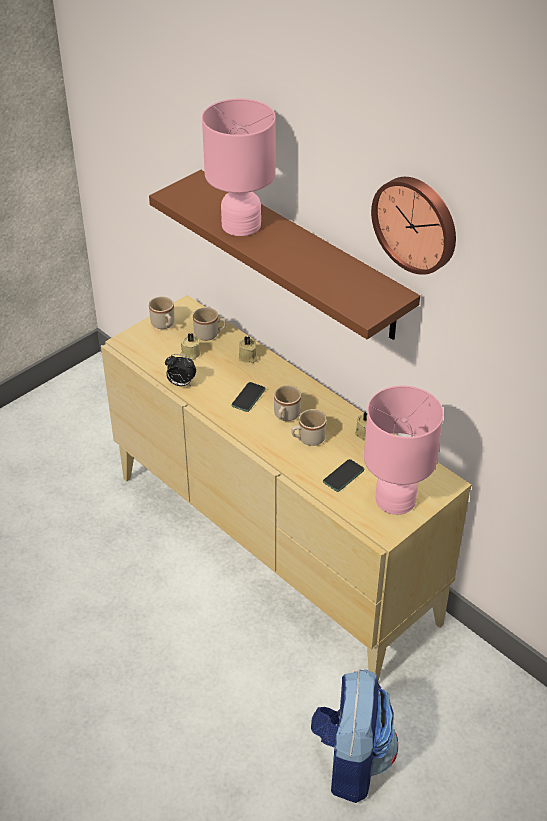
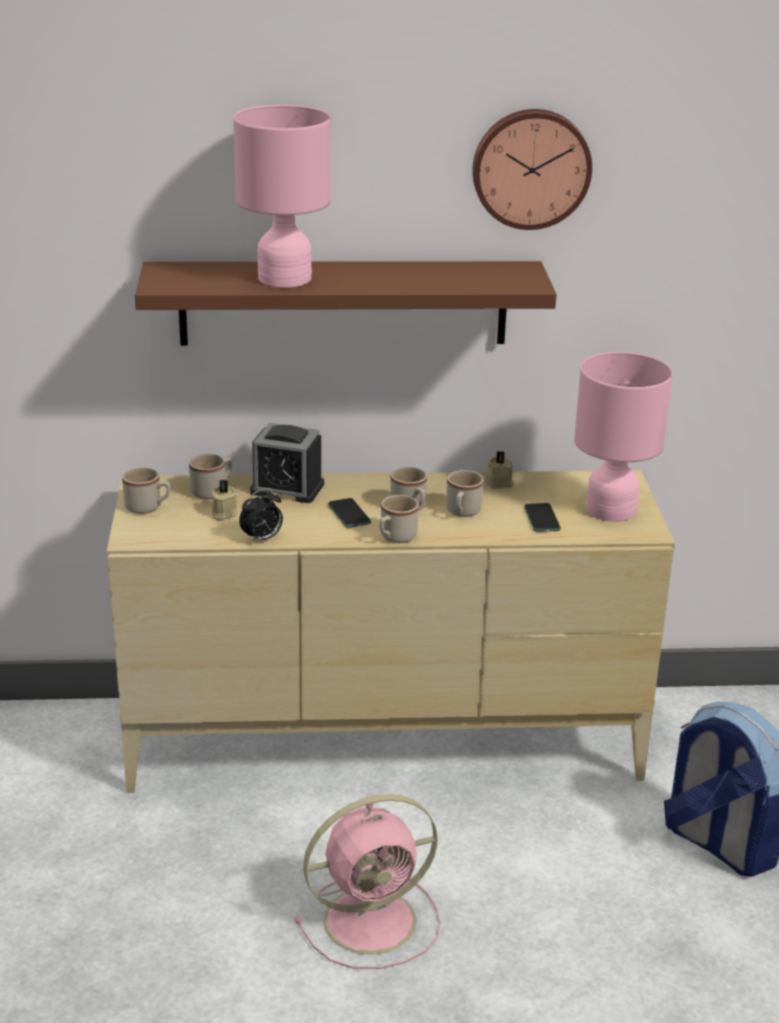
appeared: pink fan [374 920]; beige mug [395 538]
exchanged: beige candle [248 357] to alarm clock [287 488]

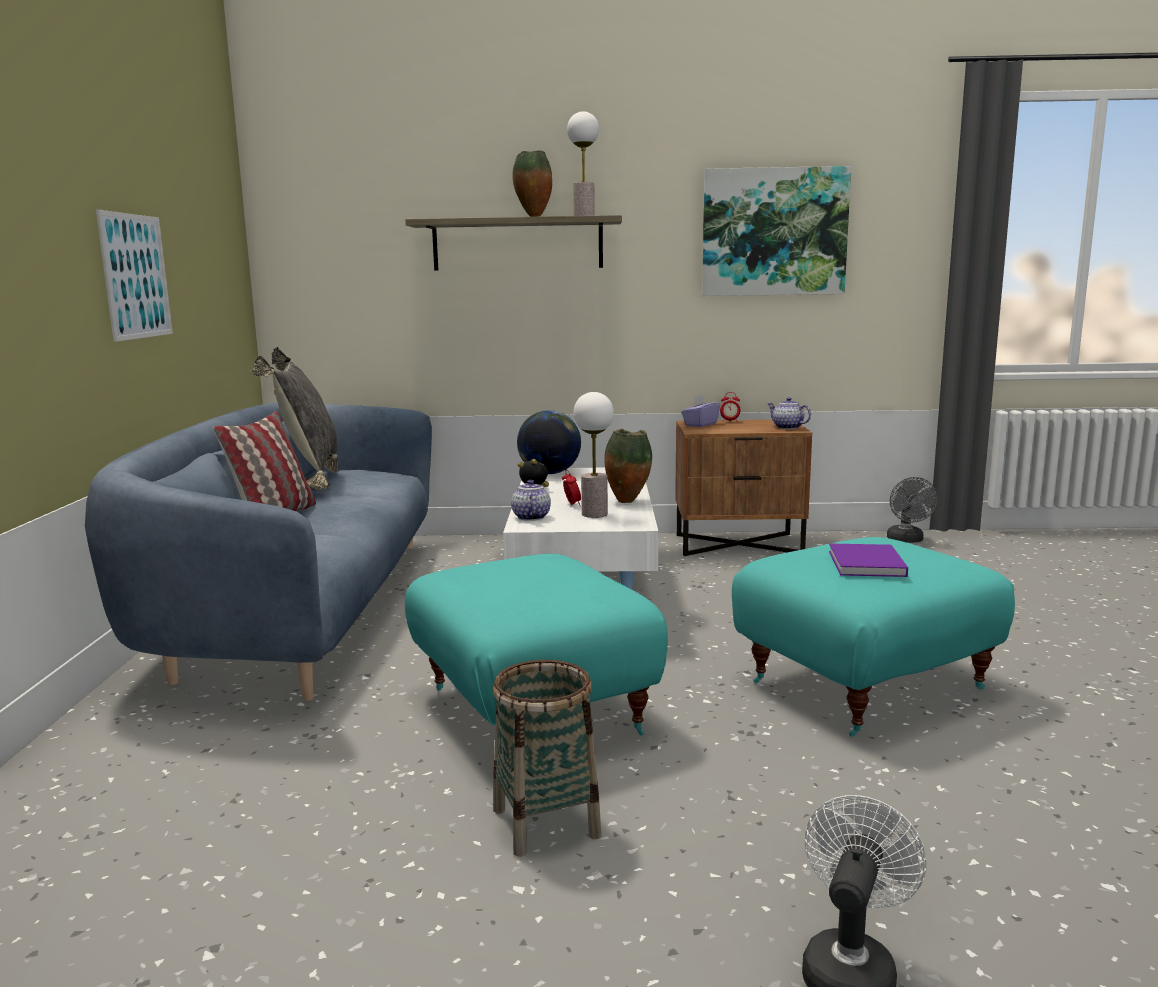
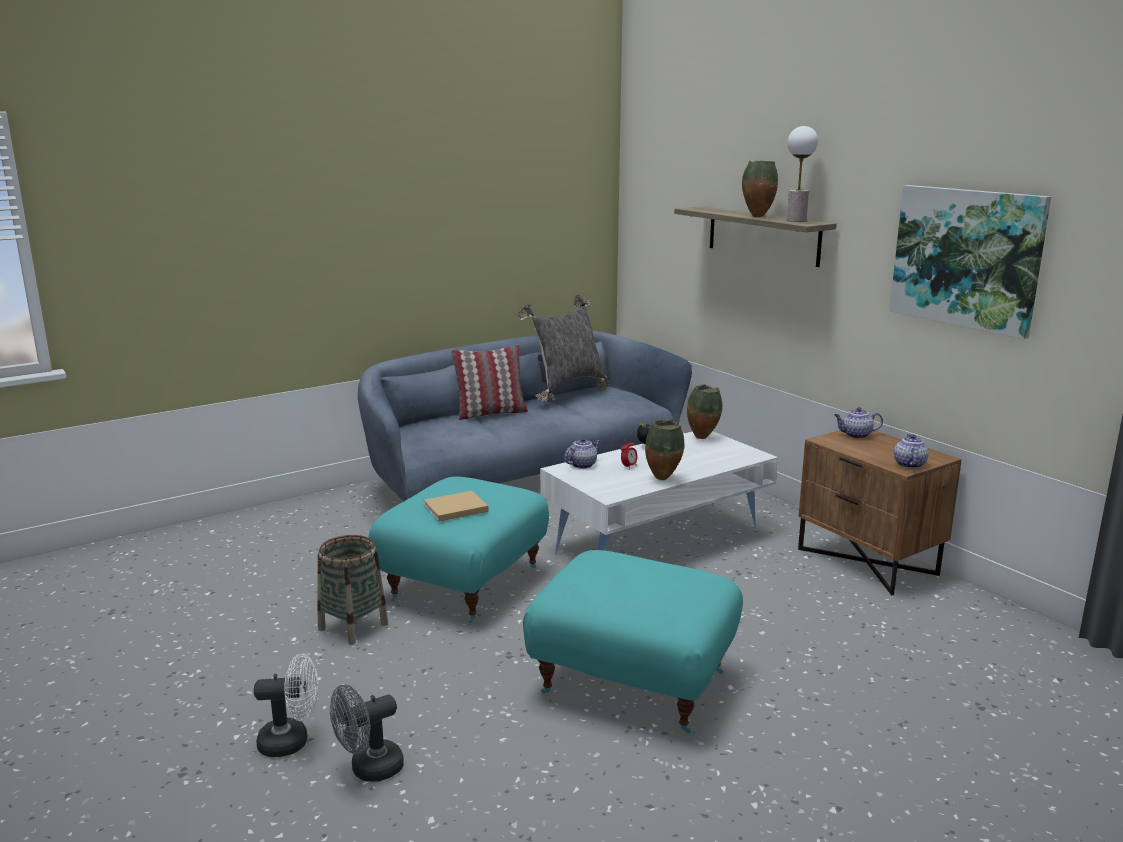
missing: picture [136 276]; table lamp [594 514]; alarm clock [730 421]; purple book [867 564]
appeared: beige book [454 509]
relocated: grey fan [907 540] to [369 769]
exchanged: globe [549 473] to vase [703 438]; purple tissue box [700 424] to teapot [856 435]

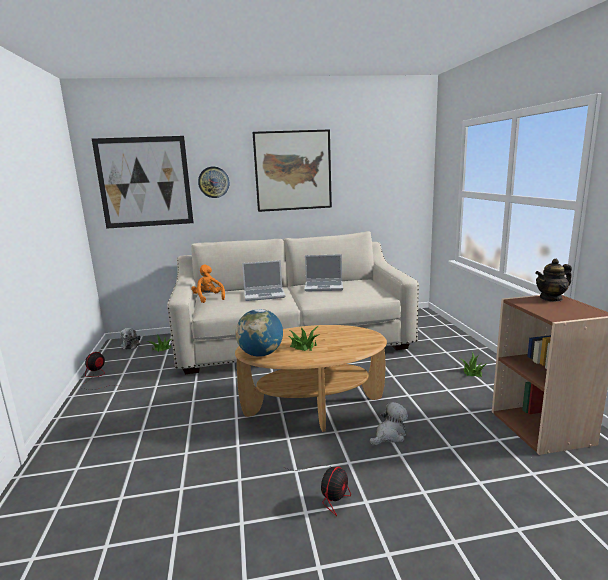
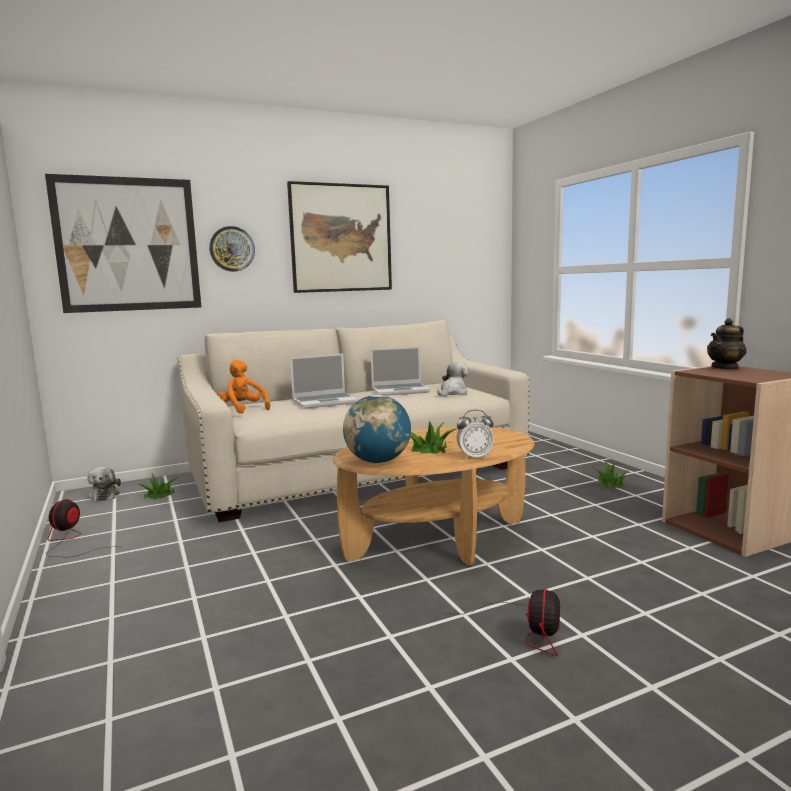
appeared: alarm clock [475 457]
relocated: plush toy [389 435] to [452 393]

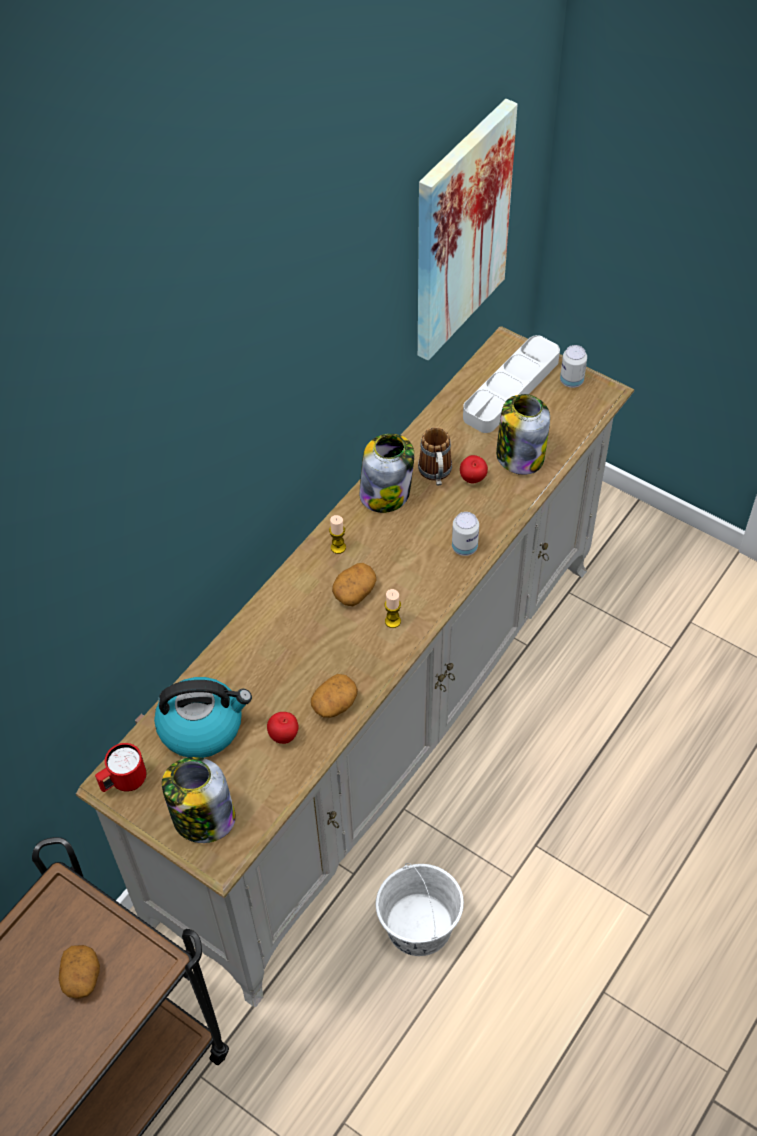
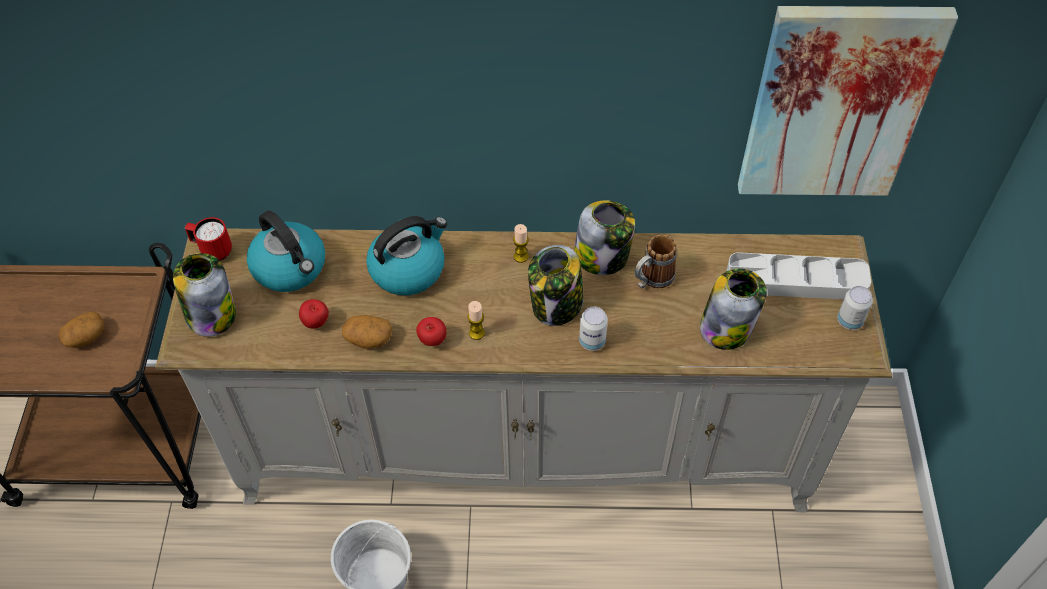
missing: potato [354 591]
appeared: kettle [408 269]; jar [556 305]
relocated: apple [473 479] to [432 341]

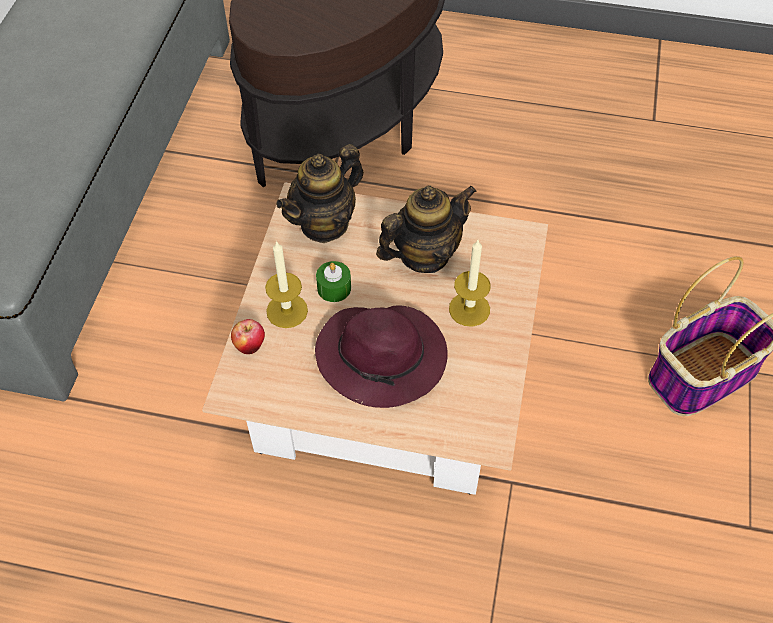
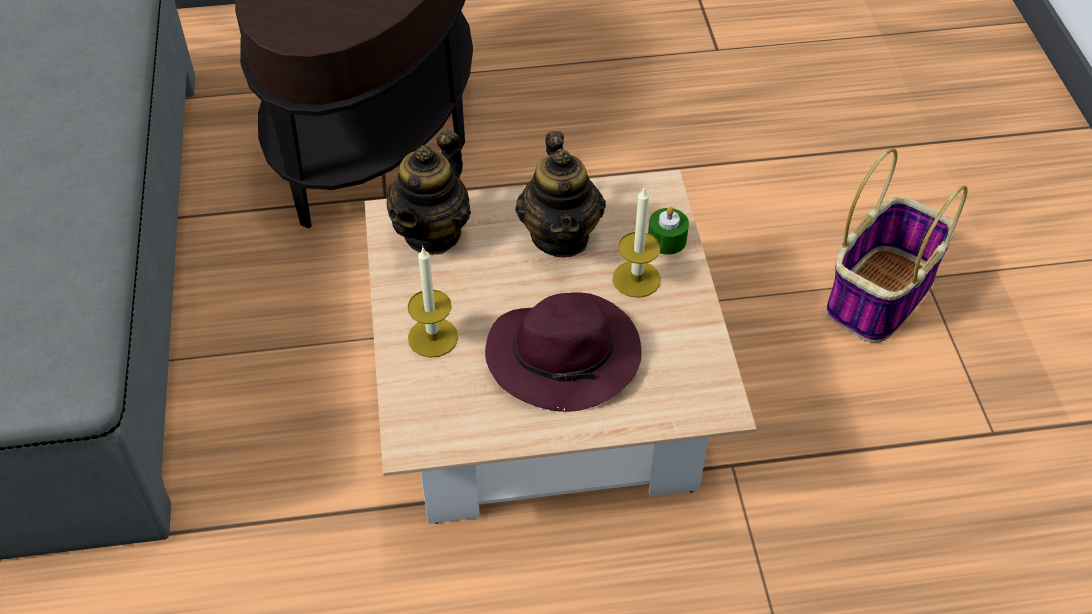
missing: apple [250 346]
relocated: green candle [334 288] to [667 240]
spun: teapot [424 255] = [561 236] 135 degrees clockwise

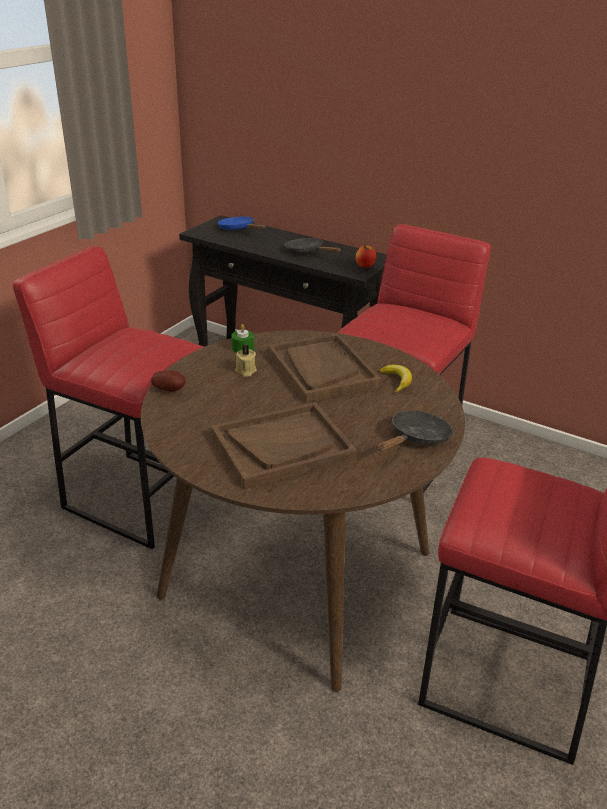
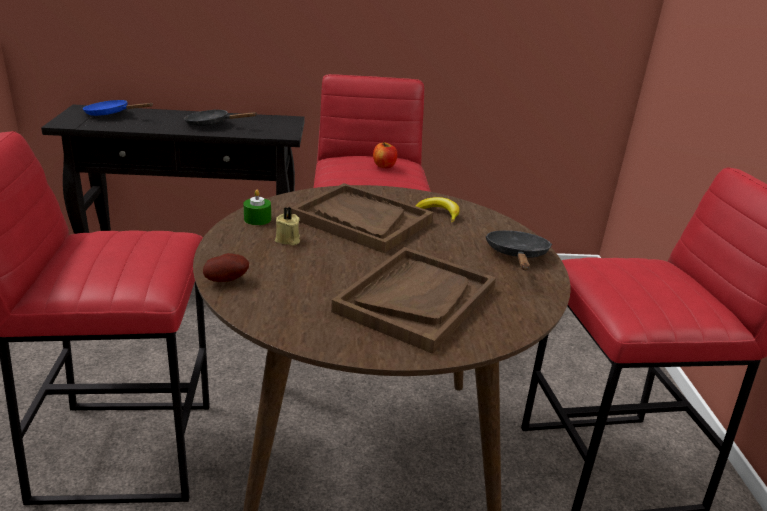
relocated: apple [365 265] to [384 166]

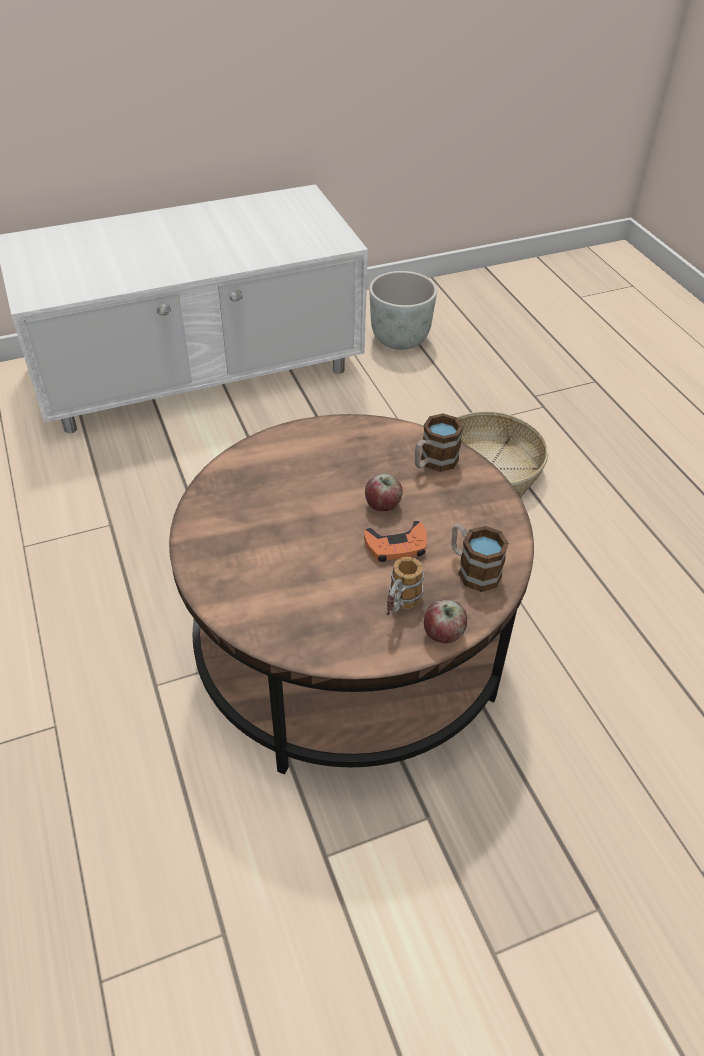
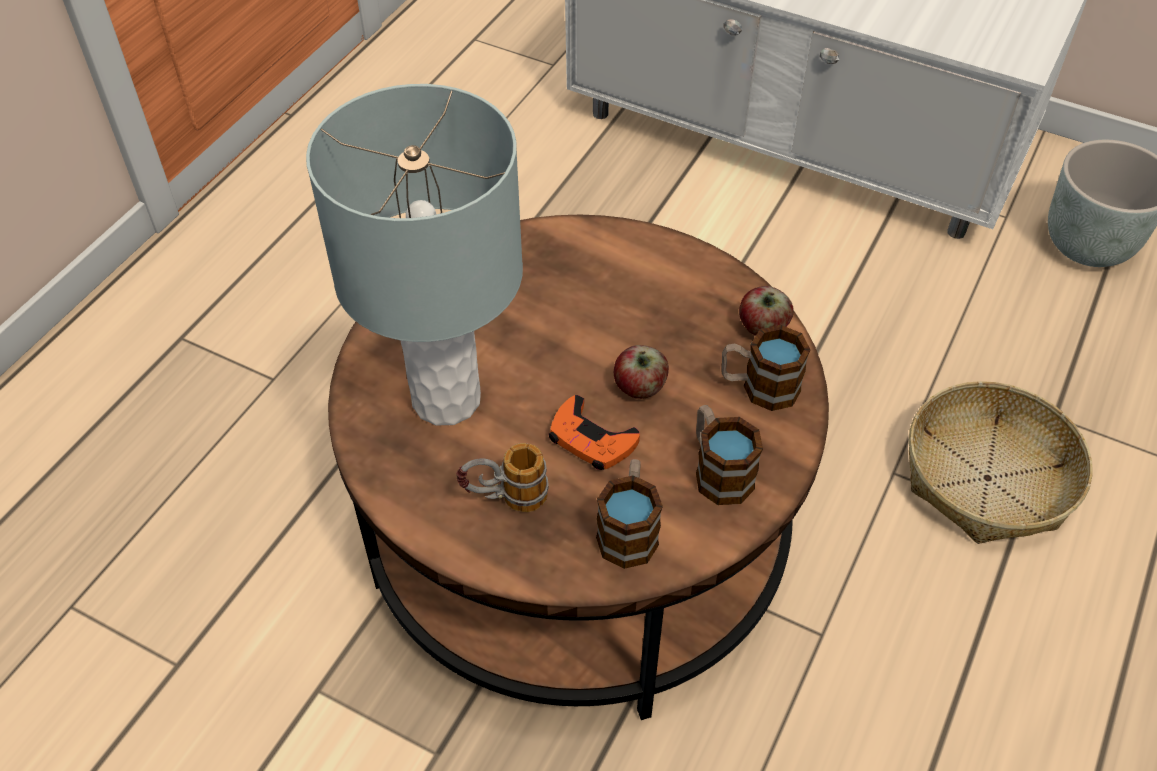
appeared: grey table lamp [445 399]; mug [718 470]
relocated: apple [443 634] to [762 328]

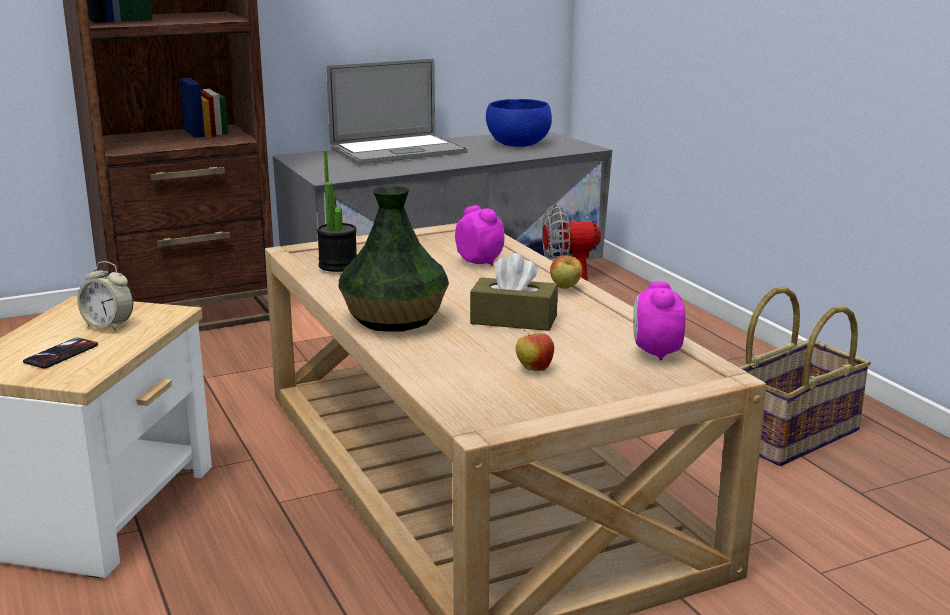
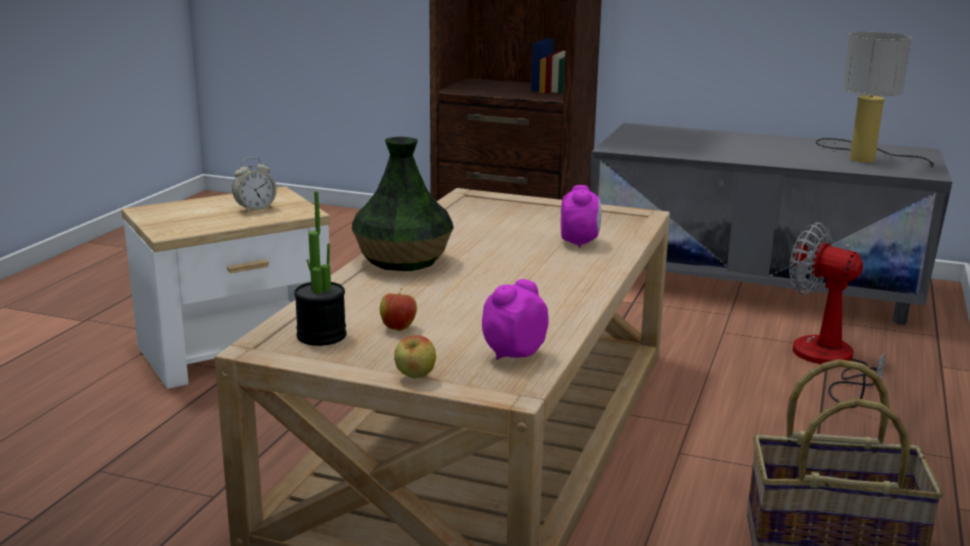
missing: phone [61 354]; laptop [398 150]; brown tissue box [514 320]
relocated: potted plant [338 265] to [321 336]; apple [565 288] to [415 377]
exchanged: blue bowl [518 143] to table lamp [865 156]
spun: alarm clock [108 326] = [255 209] 105 degrees counterclockwise

